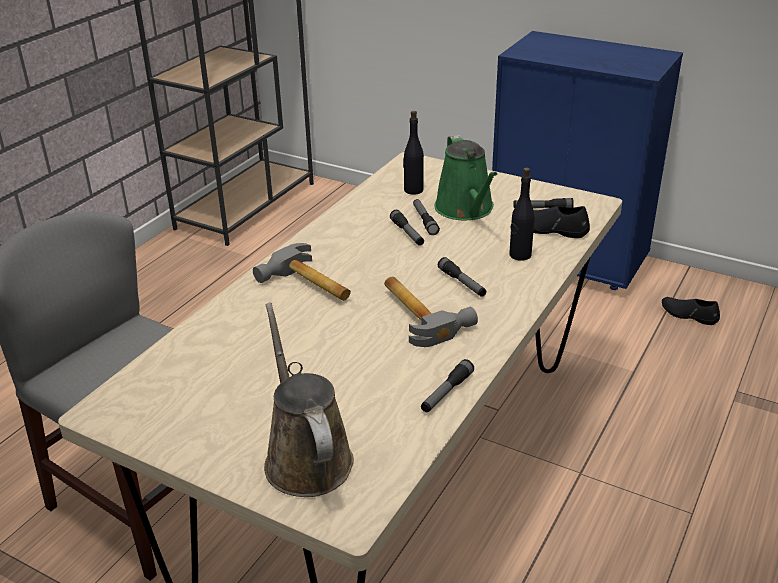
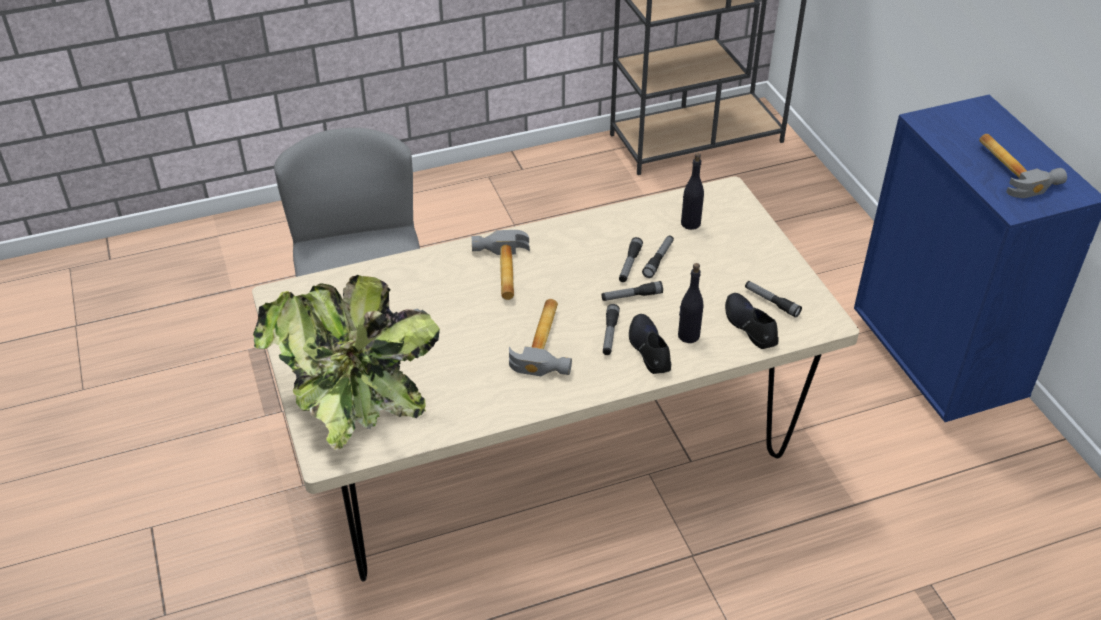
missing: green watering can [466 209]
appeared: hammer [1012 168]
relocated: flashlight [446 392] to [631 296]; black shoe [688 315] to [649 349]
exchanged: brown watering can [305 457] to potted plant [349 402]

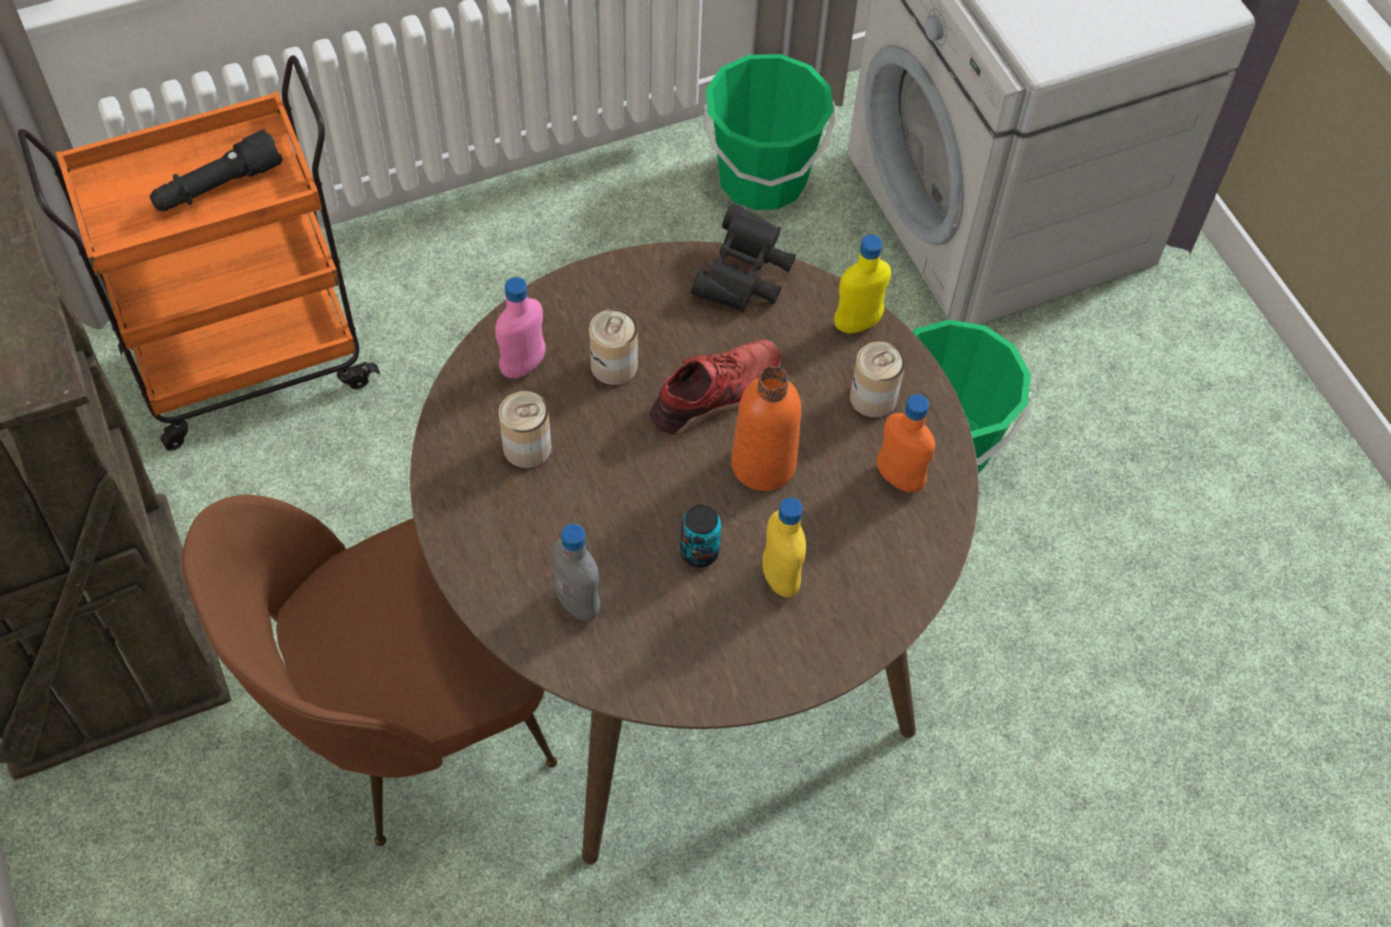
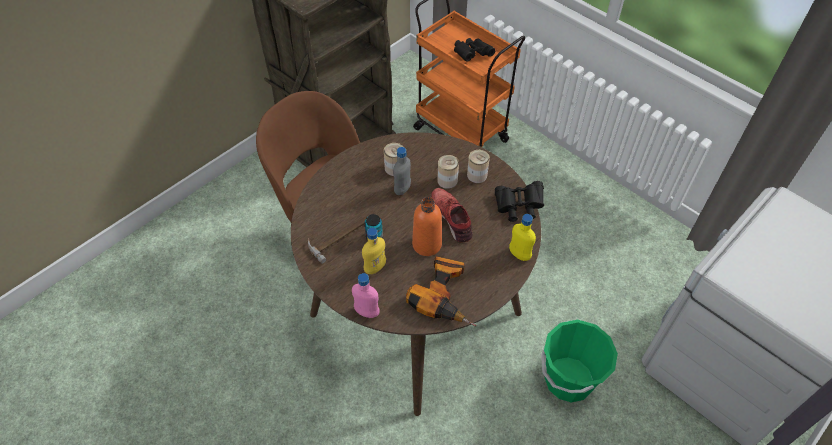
missing: green bucket [762 179]
appeared: hammer [341 236]
relocated: pink bottle [523 365] to [367 312]; grey bottle [578 603] to [402 189]; can [873 397] to [477 175]
exchanged: black flashlight [218 187] to black binoculars [471 55]; orange bottle [899 478] to power drill [446 295]
spun: red shoe [716 395] = [452 218] 150 degrees counterclockwise

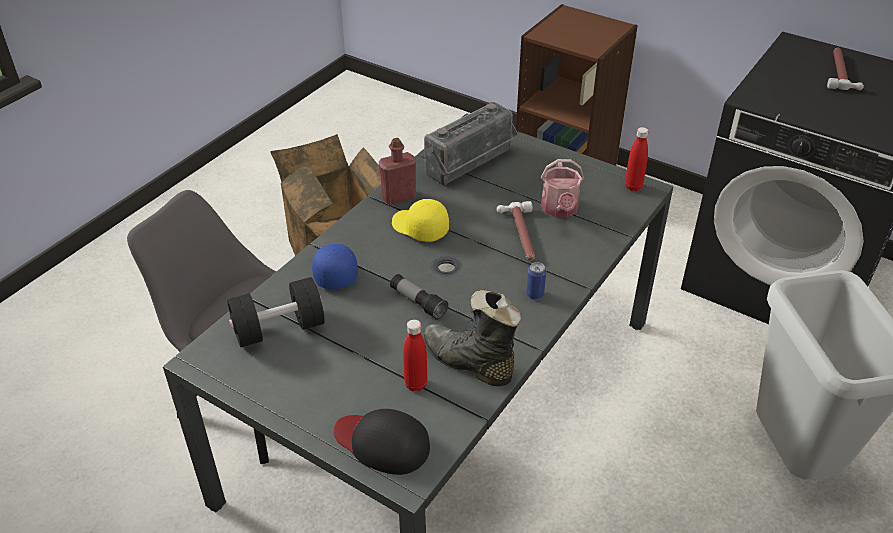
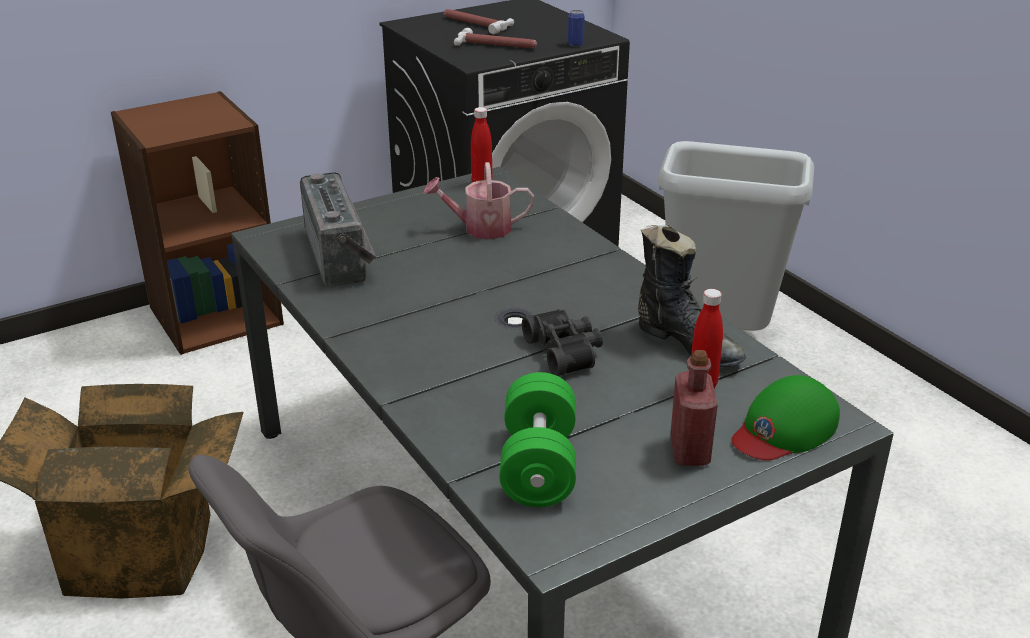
missing: blue cap [334 271]; yellow cap [419 228]
relocated: red bottle [398 197] to [689 451]; hammer [520 235] to [496 46]; can [535 294] to [575 44]
exchanged: flashlight [418 302] to black binoculars [566 351]
colour: black dumbbell [279 329] to green dumbbell [538 466]; black cap [382 443] to green cap [784 429]
spun: black boot [468 362] = [687 344] 105 degrees counterclockwise; watering can [560 209] = [480 228] 150 degrees clockwise

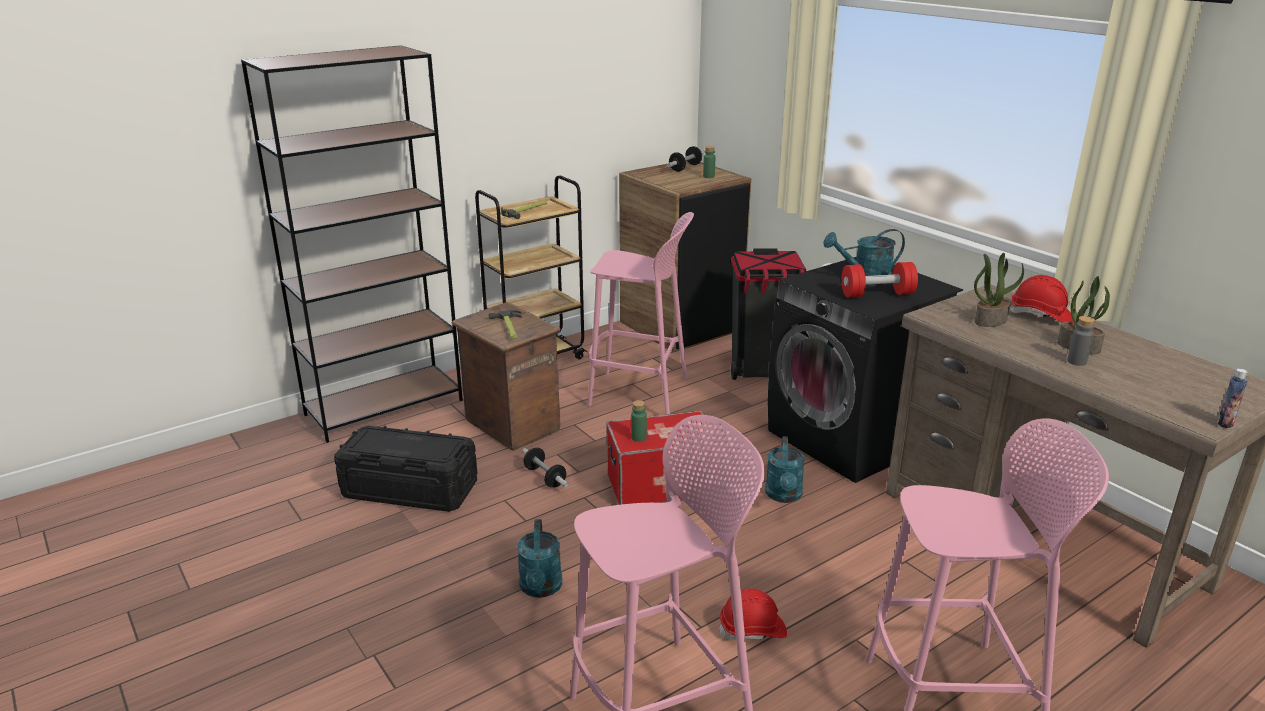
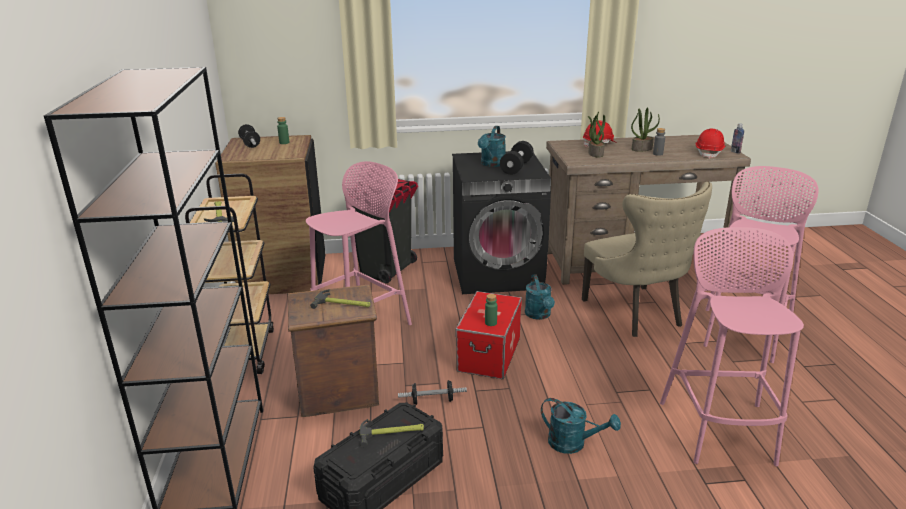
appeared: hammer [392 433]; beige chair [637 313]
relocated: red hard hat [752 630] to [709 153]
colour: red dumbbell [877 294] to black dumbbell [516 167]
spun: turquoise watering can [784 496] = [539 315] 45 degrees clockwise

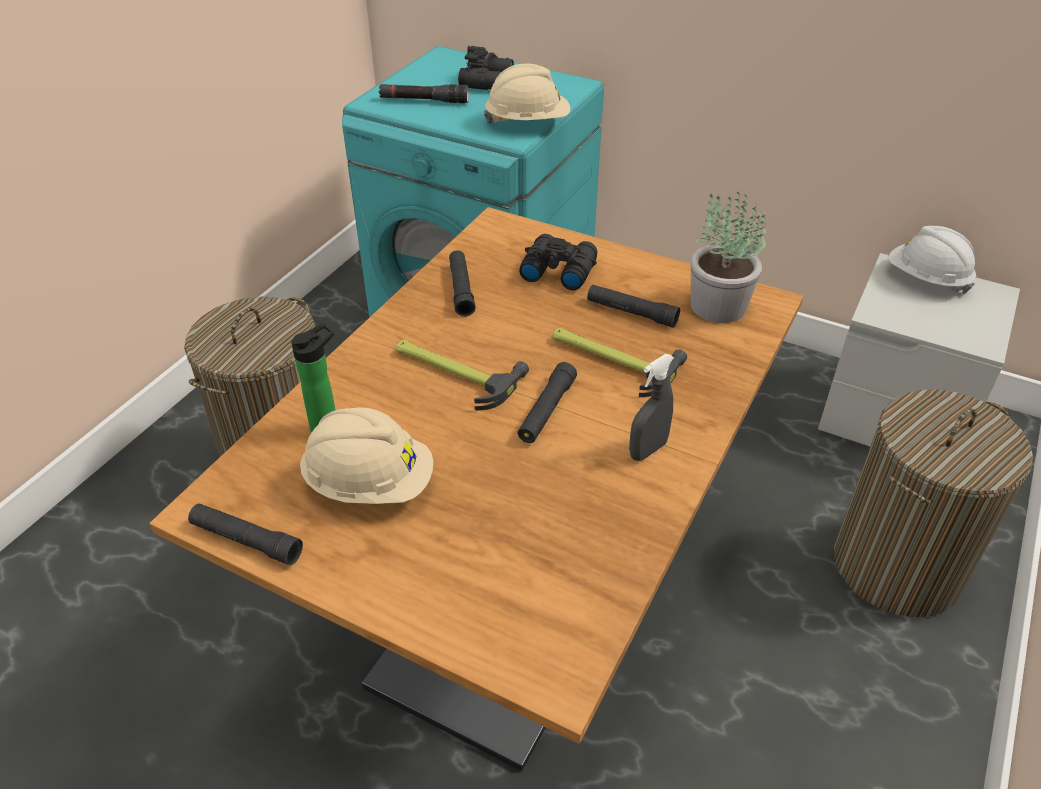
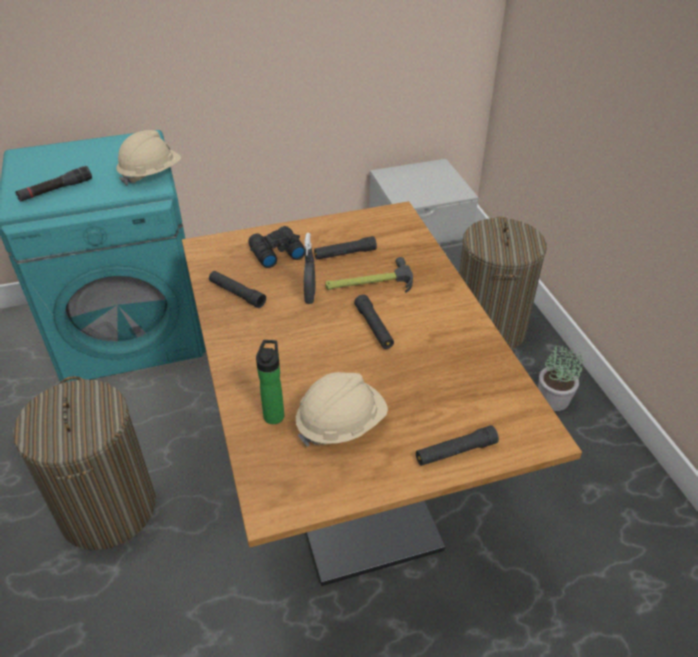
missing: hammer [453 372]; black binoculars [488 81]; white hard hat [926 279]
relocated: black flashlight [246 540] to [455 452]; grey spray bottle [648 450] to [310 296]; potted plant [717 306] to [553 400]

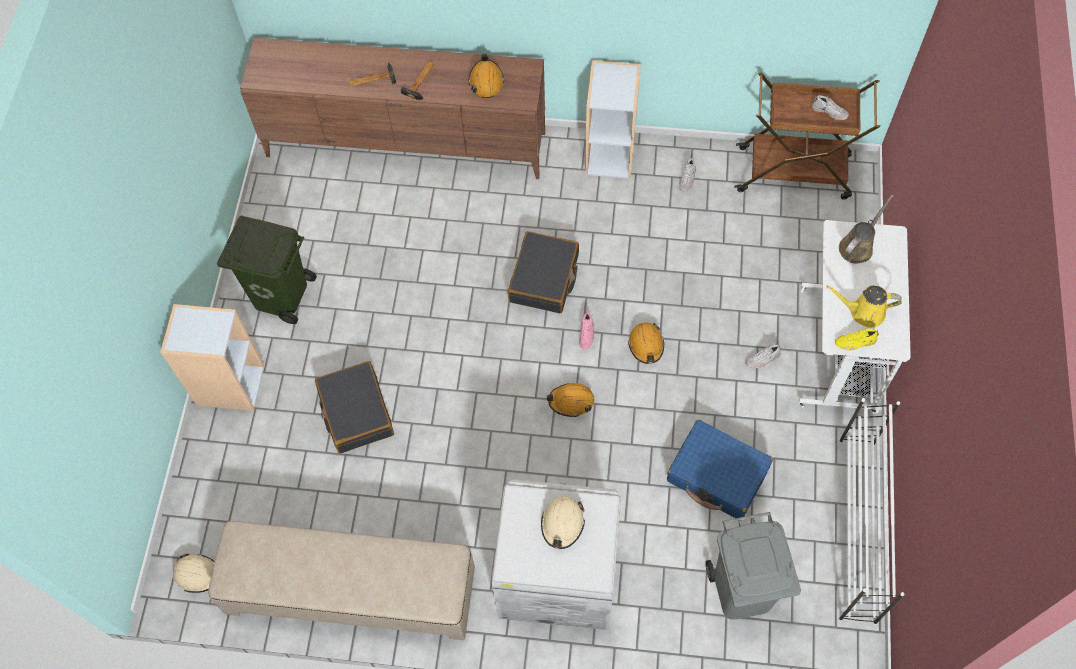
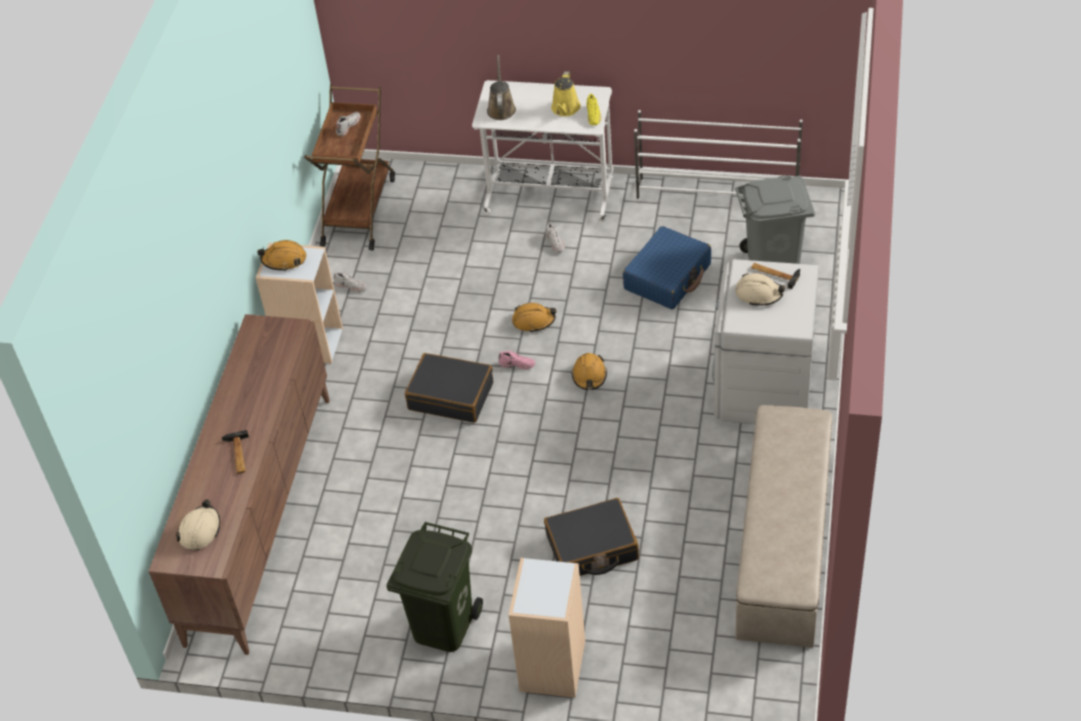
relocated: beige hard hat [198 574] to [200 531]; hammer [422 81] to [774 273]; orange hard hat [486 81] to [284 260]
spun: brown watering can [858 246] = [501 108] 45 degrees clockwise

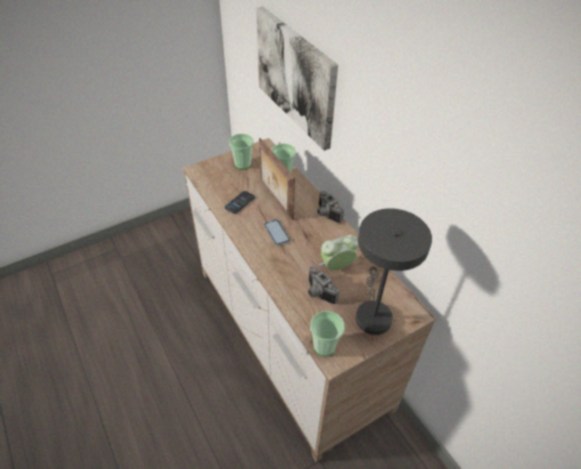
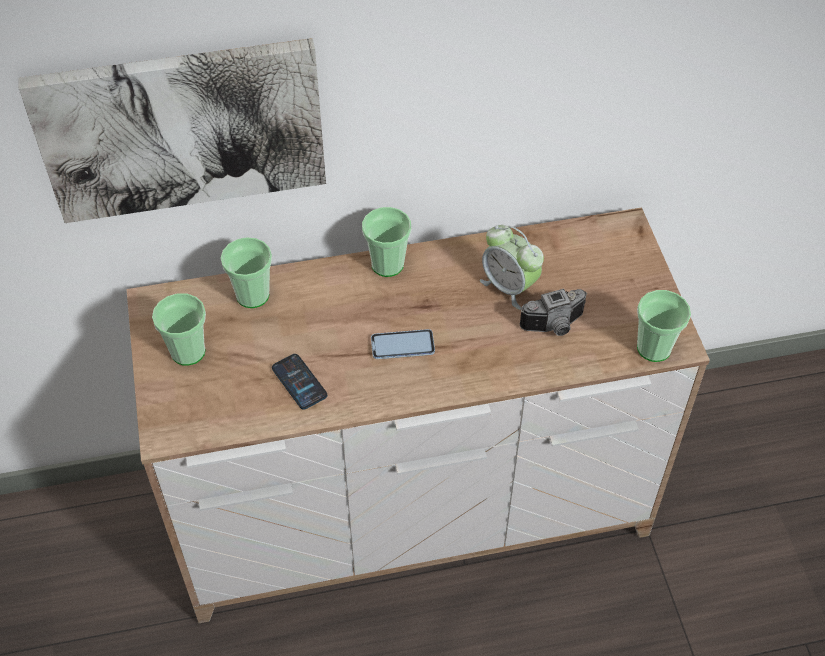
missing: picture frame [275 199]; grey table lamp [372 313]
exchanged: photo camera [326 214] to cup [387 264]
spun: alarm clock [336 266] = [509 286] 45 degrees counterclockwise

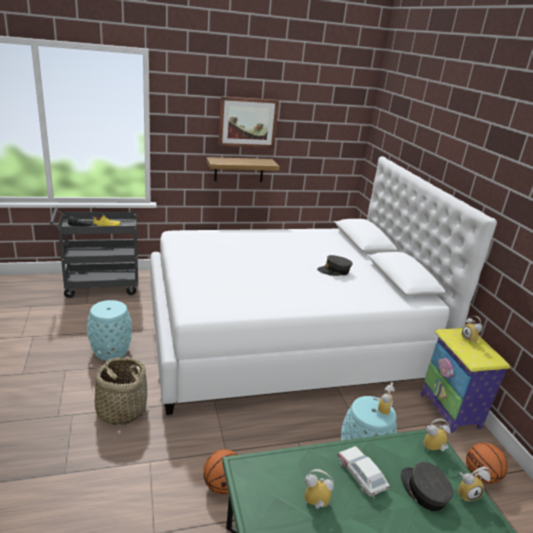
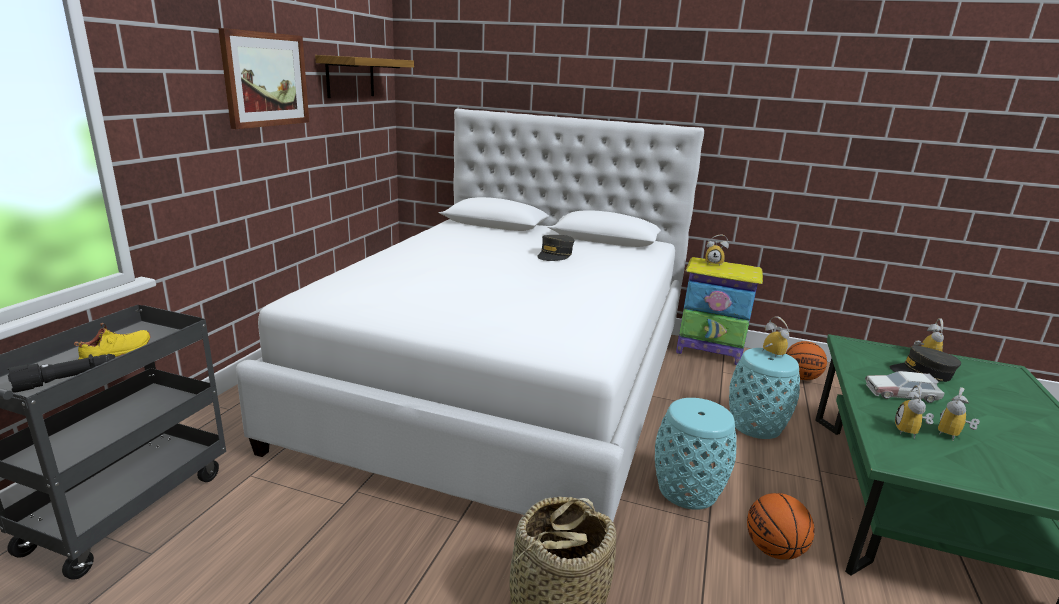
relocated: turquoise stool [111 351] to [687 490]; shelf [239 169] to [350 77]; alarm clock [434 450] to [910 432]

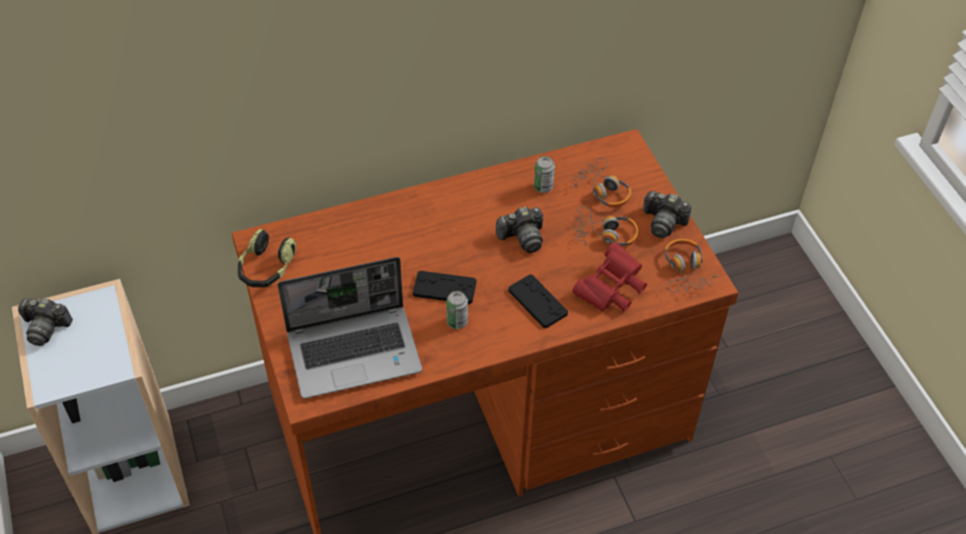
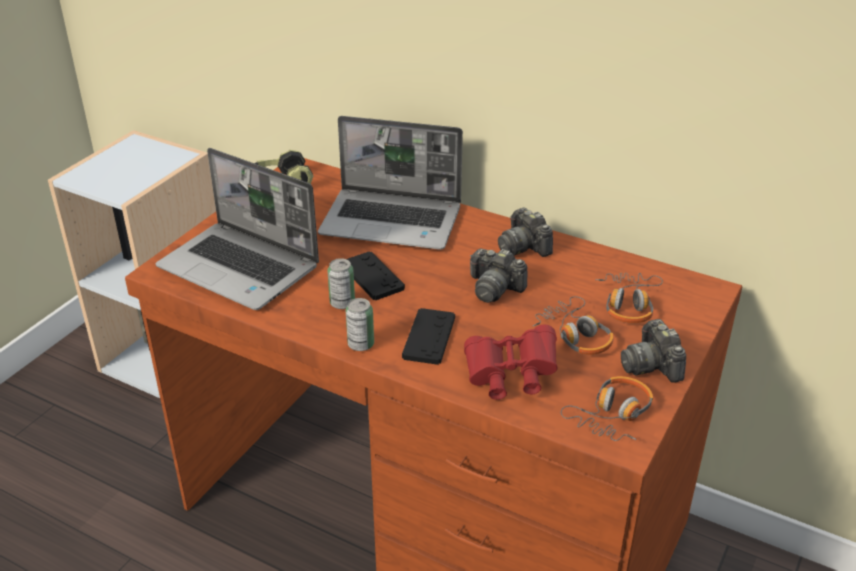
appeared: laptop [393 221]
relocated: photo camera [45 327] to [524 247]; can [543 187] to [361 344]

